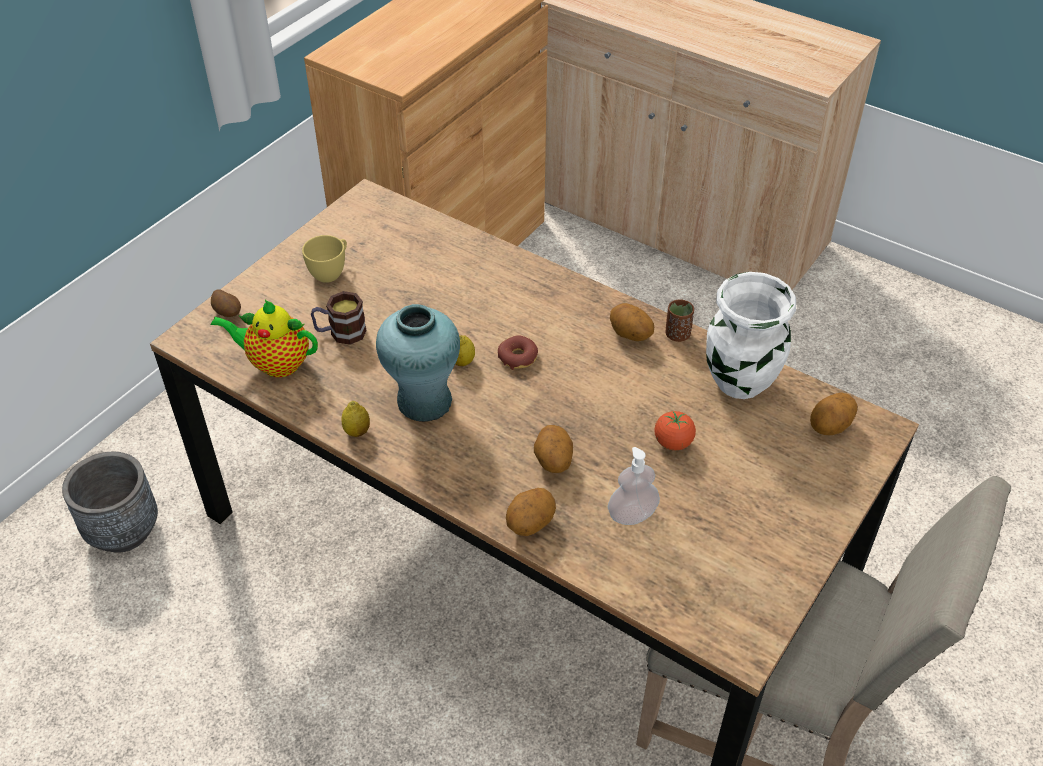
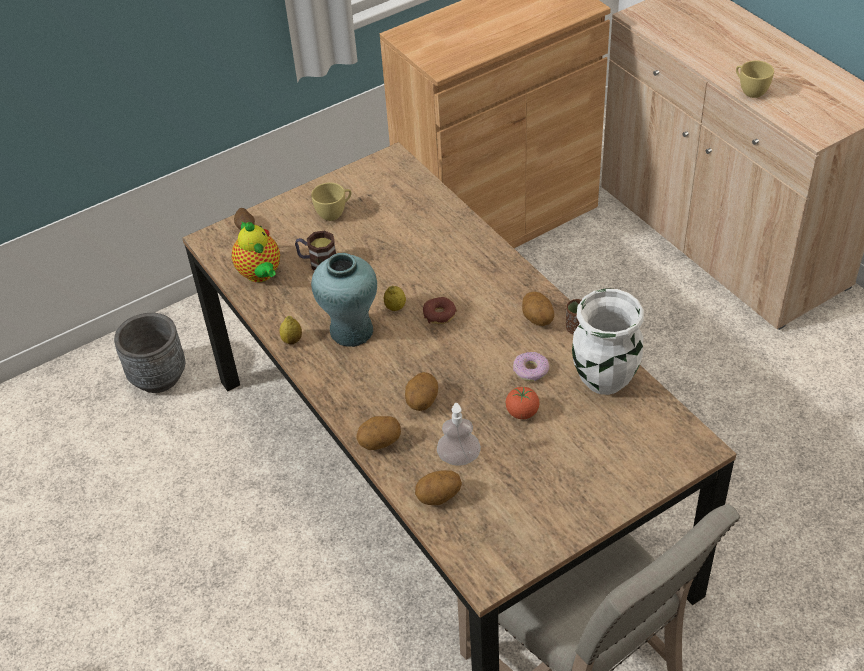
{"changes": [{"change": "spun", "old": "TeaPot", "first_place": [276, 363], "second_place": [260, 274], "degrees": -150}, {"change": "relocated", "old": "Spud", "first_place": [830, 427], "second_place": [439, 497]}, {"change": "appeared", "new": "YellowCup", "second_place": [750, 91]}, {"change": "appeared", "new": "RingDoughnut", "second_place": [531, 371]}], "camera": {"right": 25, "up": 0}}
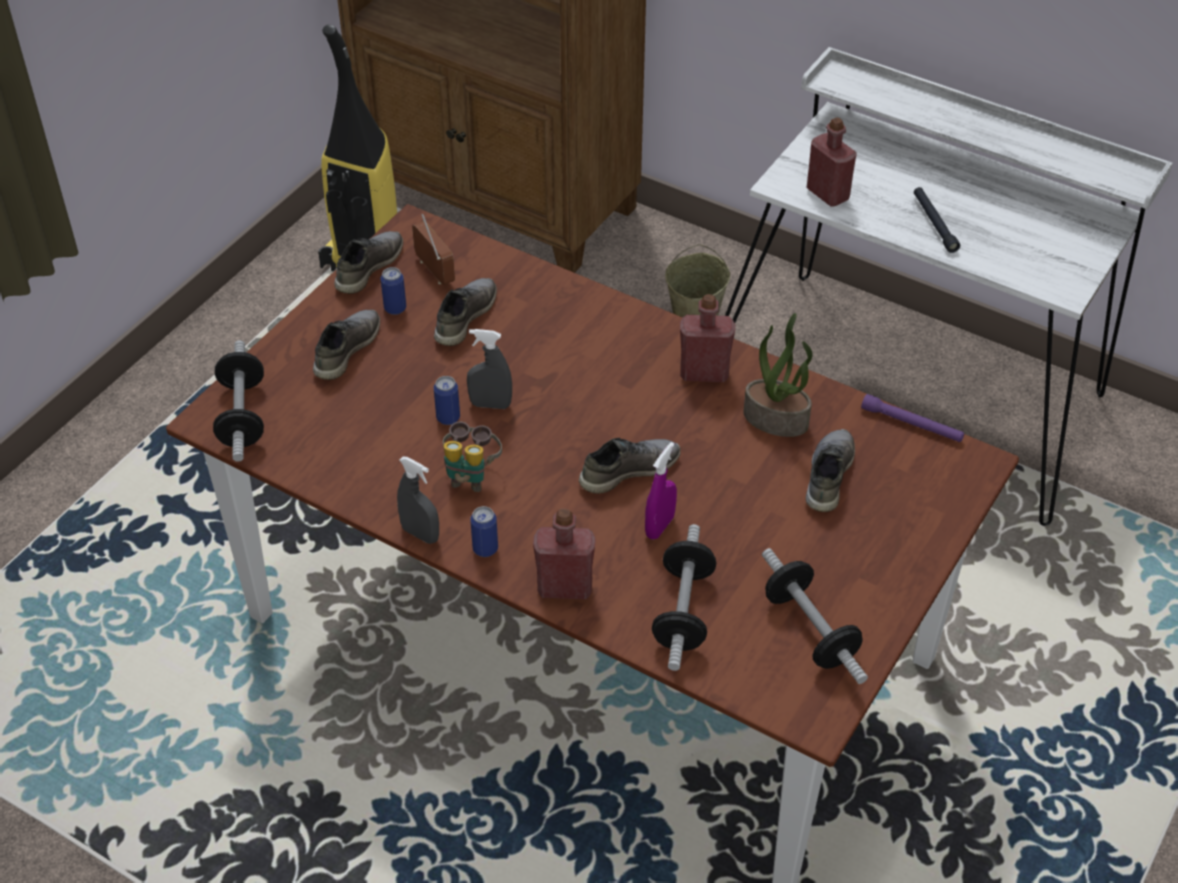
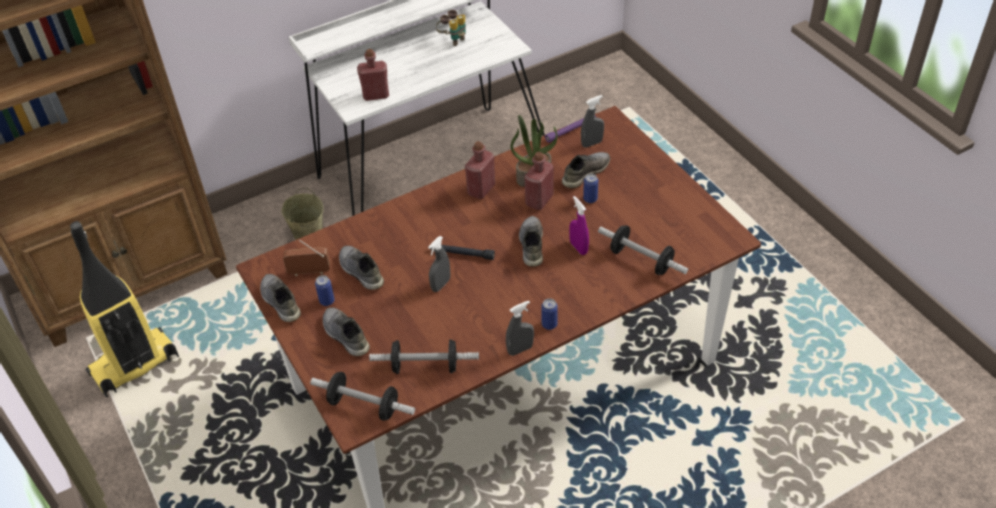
{"changes": [{"change": "relocated", "old": "BlackishTorch", "first_place": [934, 223], "second_place": [462, 254]}, {"change": "relocated", "old": "SealedCan", "first_place": [448, 418], "second_place": [590, 199]}, {"change": "relocated", "old": "Binoculars", "first_place": [471, 475], "second_place": [453, 39]}, {"change": "spun", "old": "GreyLowShoe", "first_place": [827, 476], "second_place": [585, 173], "degrees": 90}, {"change": "relocated", "old": "RedDrinkBottle", "first_place": [565, 587], "second_place": [539, 200]}, {"change": "relocated", "old": "HandWeight", "first_place": [810, 630], "second_place": [425, 366]}, {"change": "appeared", "new": "GreySprayer", "second_place": [592, 143]}], "camera": {"right": -60, "up": 0}}
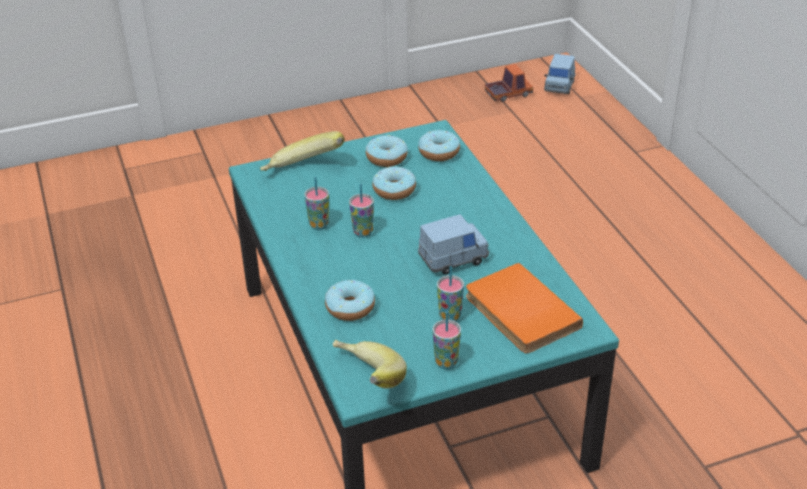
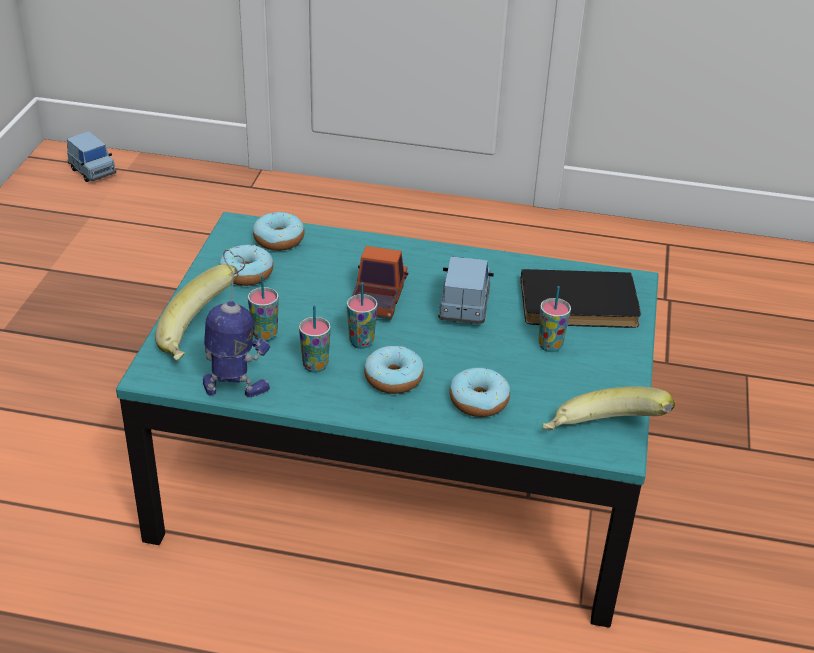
{"changes": [{"change": "relocated", "old": "ToyTruck", "first_place": [508, 94], "second_place": [378, 299]}, {"change": "relocated", "old": "RingDoughnut", "first_place": [394, 190], "second_place": [393, 378]}, {"change": "colour", "old": "OrangeVolume", "new": "BlackishVolume", "first_place": [518, 312], "second_place": [579, 305]}, {"change": "relocated", "old": "Cup", "first_place": [446, 363], "second_place": [265, 335]}, {"change": "appeared", "new": "ModelRobot", "second_place": [235, 388]}], "camera": {"right": -60, "up": 0}}
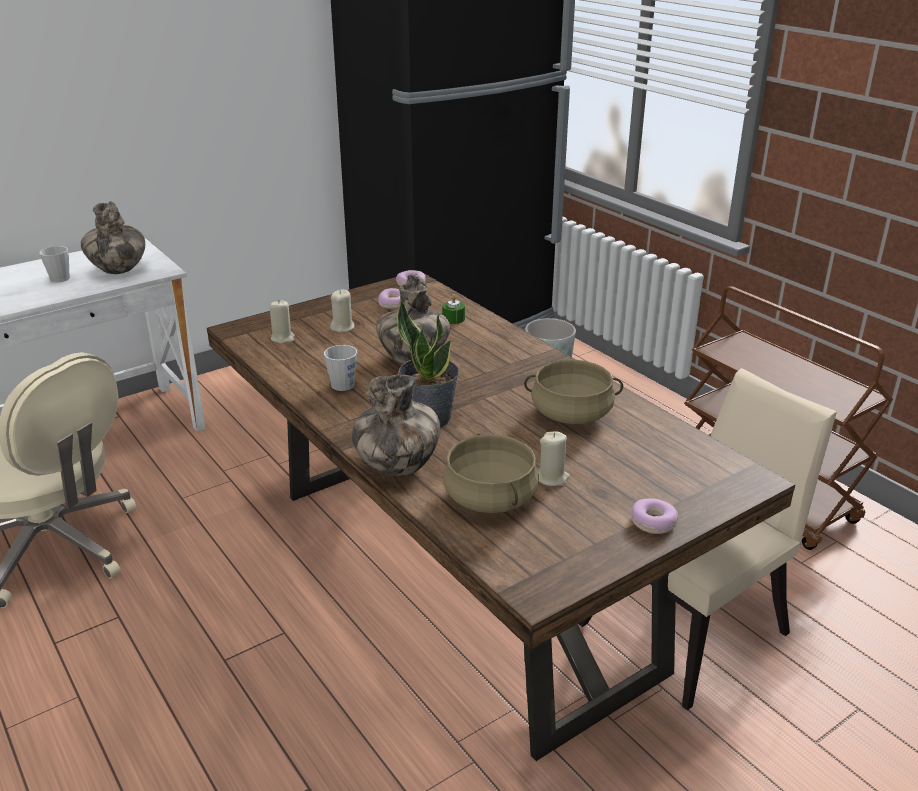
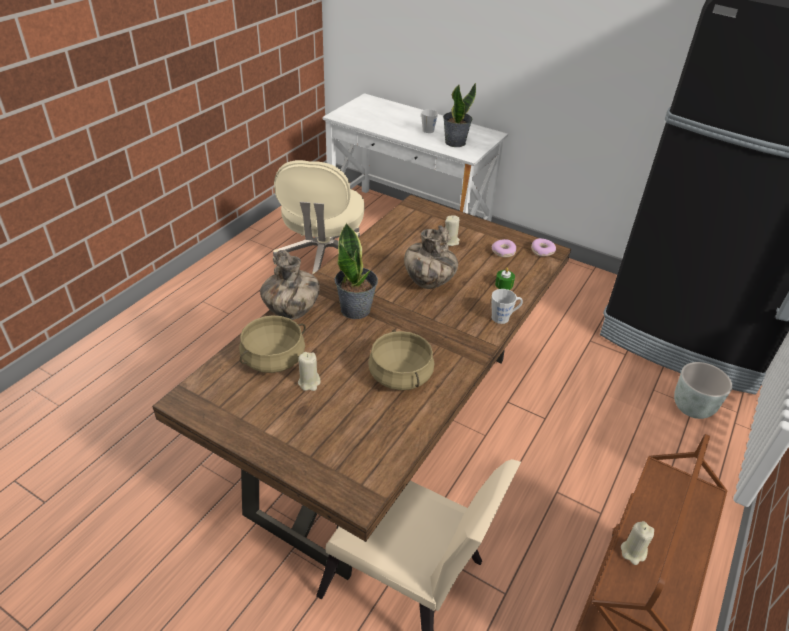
{"changes": [{"change": "exchanged", "old": "FlowerVase", "new": "PottedPlant", "first_place": [118, 270], "second_place": [454, 142]}, {"change": "relocated", "old": "SandColouredCandle", "first_place": [283, 338], "second_place": [633, 552]}, {"change": "relocated", "old": "GreyCoffeeMug", "first_place": [344, 382], "second_place": [504, 317]}, {"change": "missing", "old": "RingDoughnut", "first_place": [653, 523]}], "camera": {"right": 65, "up": 10}}
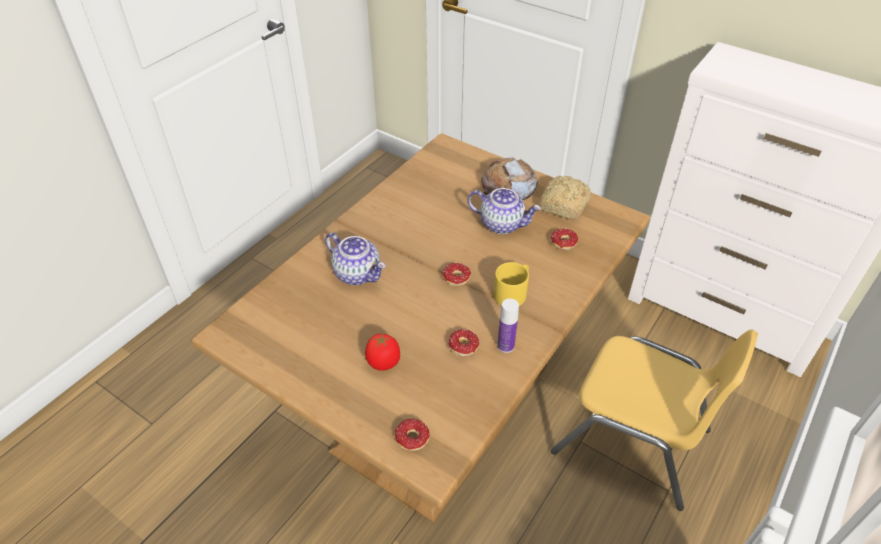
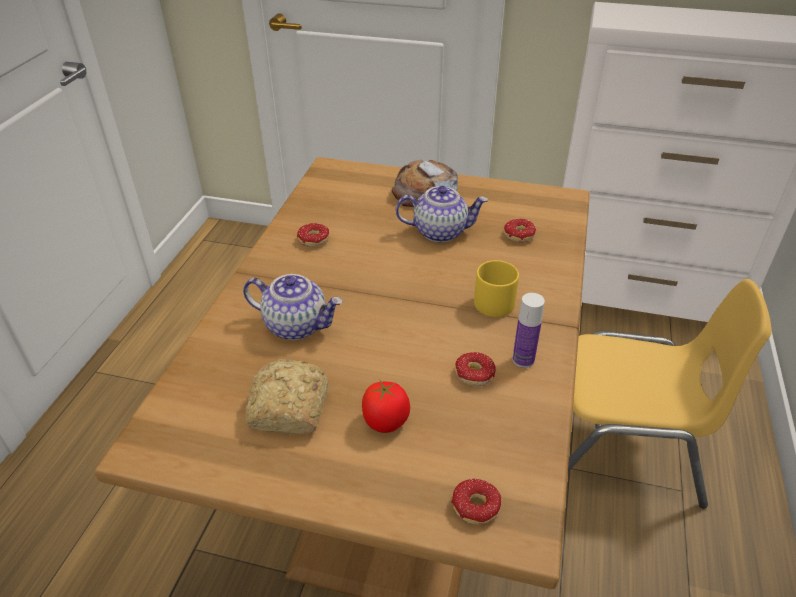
{"changes": [{"change": "relocated", "old": "BakeryBread", "first_place": [563, 206], "second_place": [288, 410]}, {"change": "relocated", "old": "RingDoughnut", "first_place": [455, 282], "second_place": [314, 243]}], "camera": {"right": -20, "up": -5}}
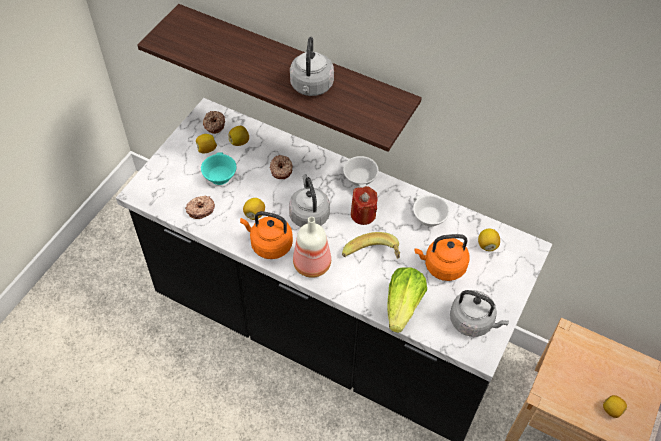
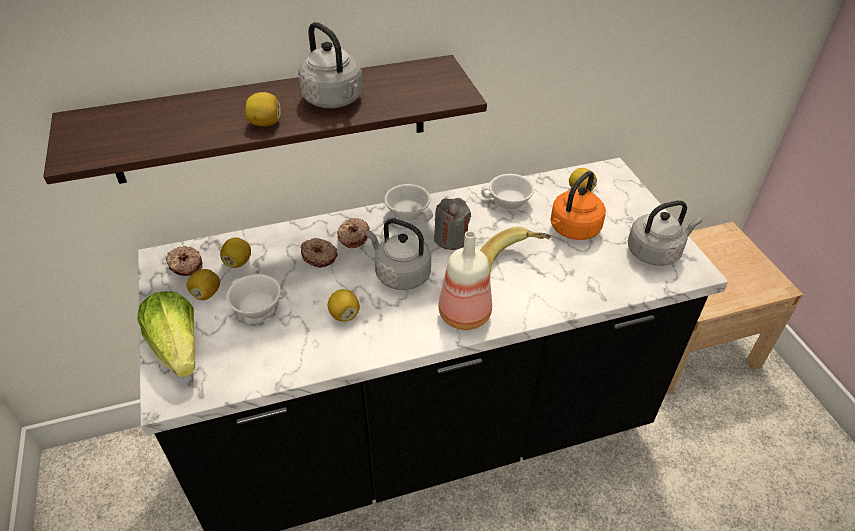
{"changes": [{"change": "colour", "old": "TurquoiseColouredCup", "new": "WhitishCup", "first_place": [218, 176], "second_place": [254, 308]}, {"change": "colour", "old": "RedCandle", "new": "GreyCandle", "first_place": [363, 214], "second_place": [451, 239]}, {"change": "relocated", "old": "RingDoughnut", "first_place": [200, 209], "second_place": [353, 237]}, {"change": "missing", "old": "OrangeTeaKettle", "first_place": [269, 244]}, {"change": "relocated", "old": "Lettuce", "first_place": [403, 306], "second_place": [178, 348]}, {"change": "relocated", "old": "Lemon", "first_place": [612, 410], "second_place": [265, 123]}], "camera": {"right": -45, "up": -10}}
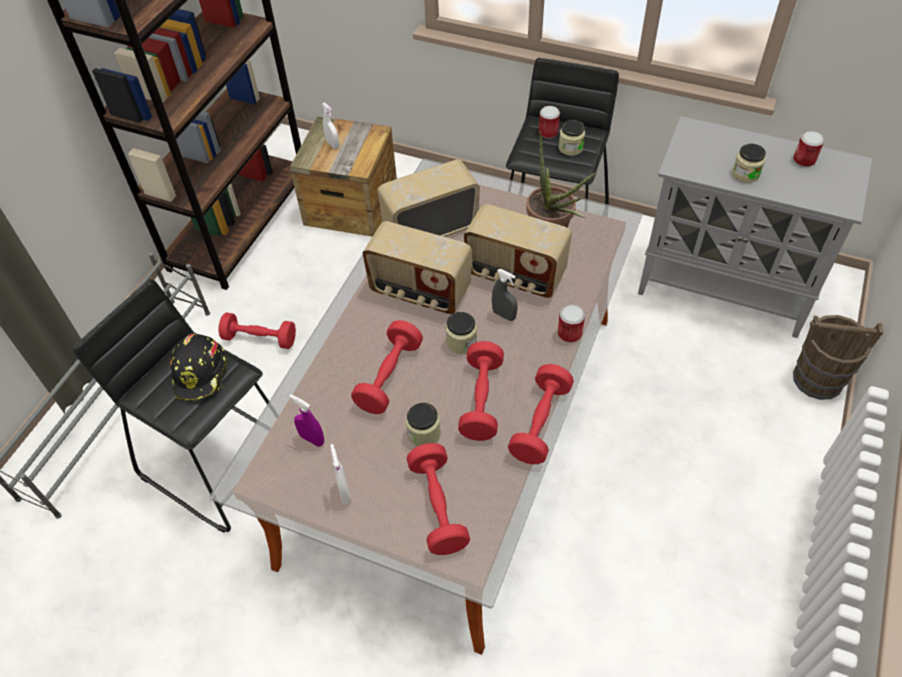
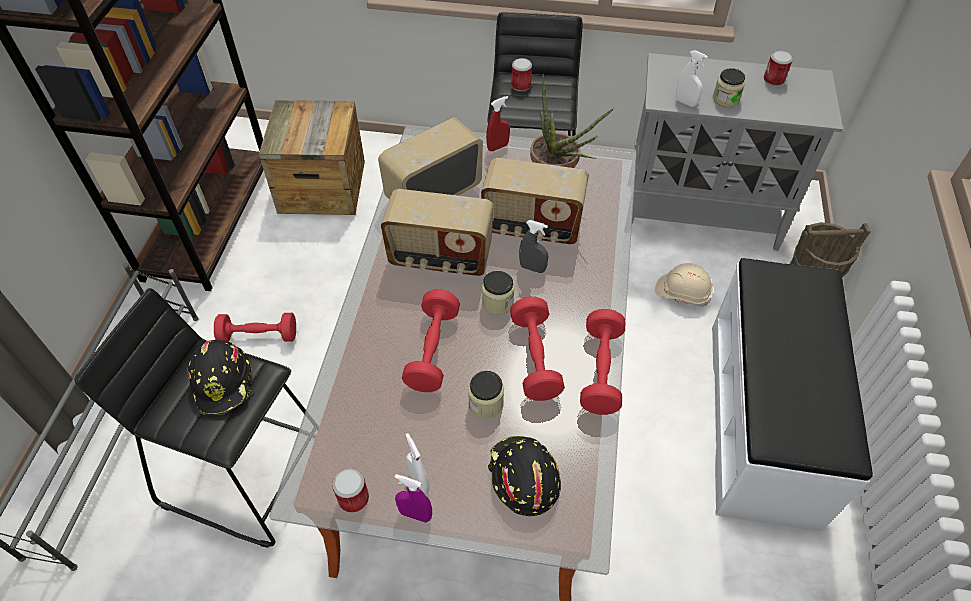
{"changes": [{"change": "relocated", "old": "WhitishSprayer", "first_place": [333, 144], "second_place": [685, 102]}, {"change": "missing", "old": "PreserveJar", "first_place": [570, 148]}, {"change": "relocated", "old": "SealedCan", "first_place": [569, 333], "second_place": [353, 498]}, {"change": "relocated", "old": "PurpleColouredSprayer", "first_place": [312, 439], "second_place": [415, 514]}, {"change": "exchanged", "old": "RedHandWeight", "new": "BlackishWorkHelmet", "first_place": [438, 507], "second_place": [522, 478]}, {"change": "appeared", "new": "RedSprayer", "second_place": [498, 147]}, {"change": "appeared", "new": "WhitishIndoorBench", "second_place": [763, 420]}, {"change": "appeared", "new": "SandColouredWorkHelmet", "second_place": [682, 293]}], "camera": {"right": -15, "up": 0}}
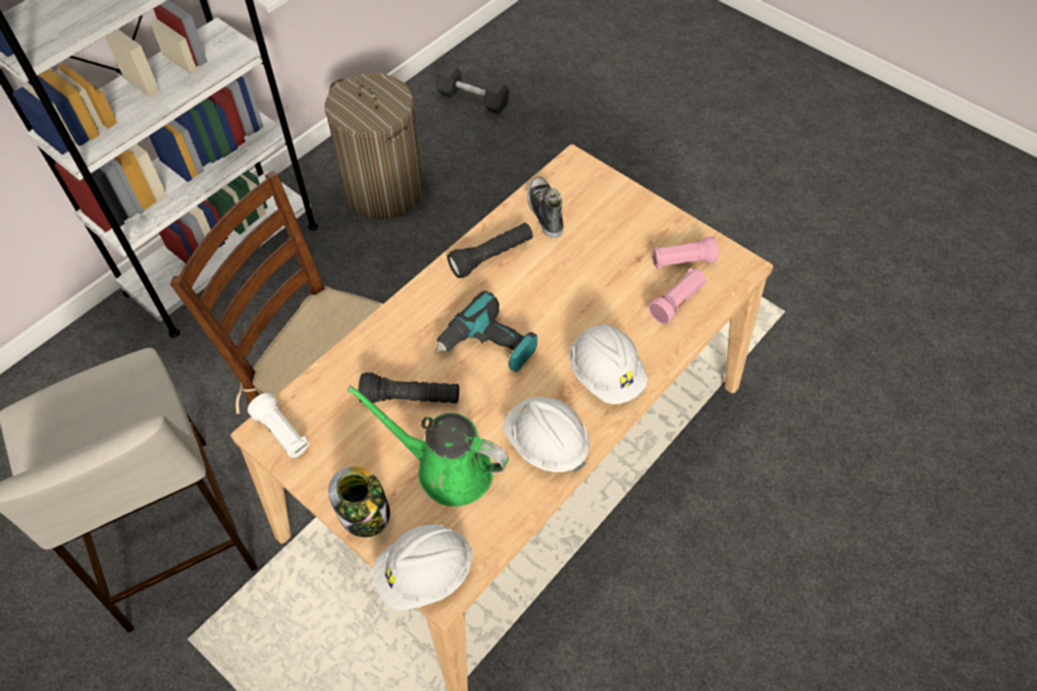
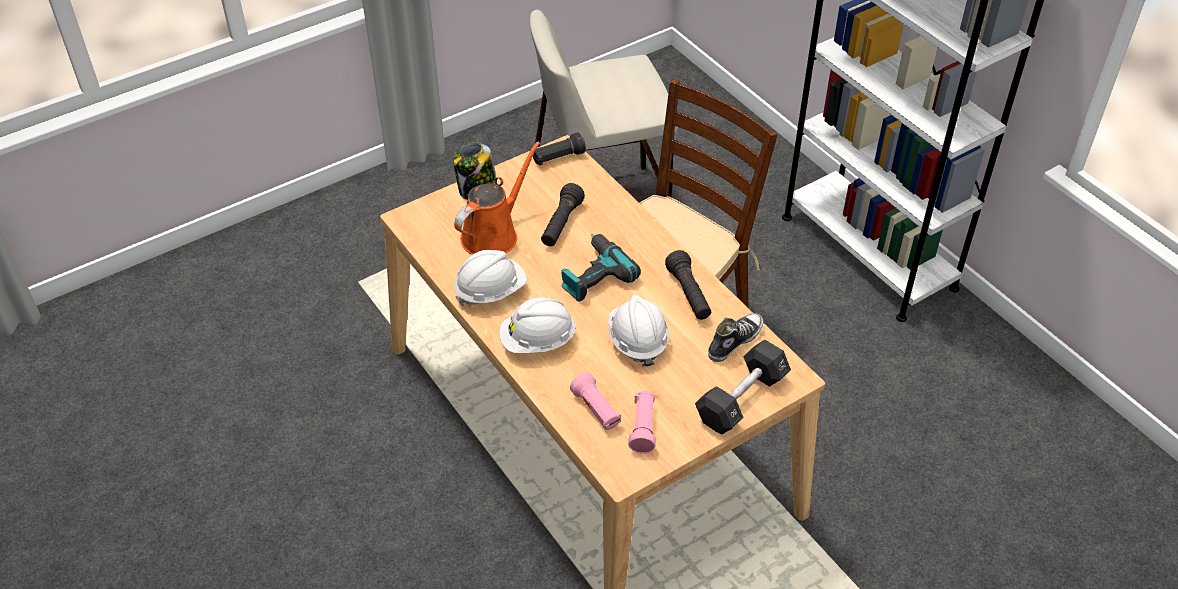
{"changes": [{"change": "relocated", "old": "BlackishHandWeight", "first_place": [473, 99], "second_place": [741, 399]}, {"change": "missing", "old": "WashingBasket", "first_place": [384, 190]}, {"change": "spun", "old": "LowShoe", "first_place": [544, 212], "second_place": [734, 341], "degrees": -45}, {"change": "colour", "old": "GreenWateringPot", "new": "OrangeWateringPot", "first_place": [447, 469], "second_place": [493, 234]}, {"change": "colour", "old": "WhitishTorch", "new": "BlackishTorch", "first_place": [282, 433], "second_place": [558, 158]}, {"change": "relocated", "old": "WhitishWorkHelmet", "first_place": [425, 574], "second_place": [637, 341]}], "camera": {"right": 105, "up": -10}}
